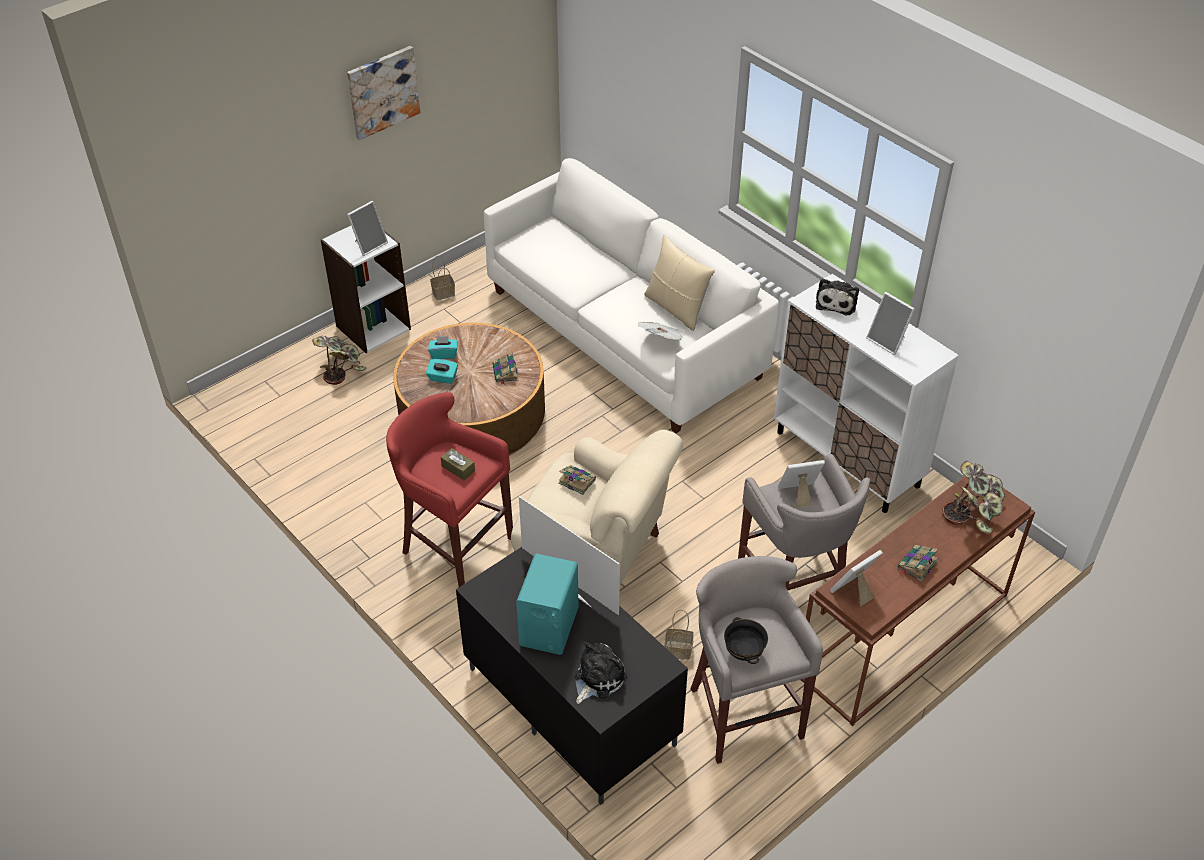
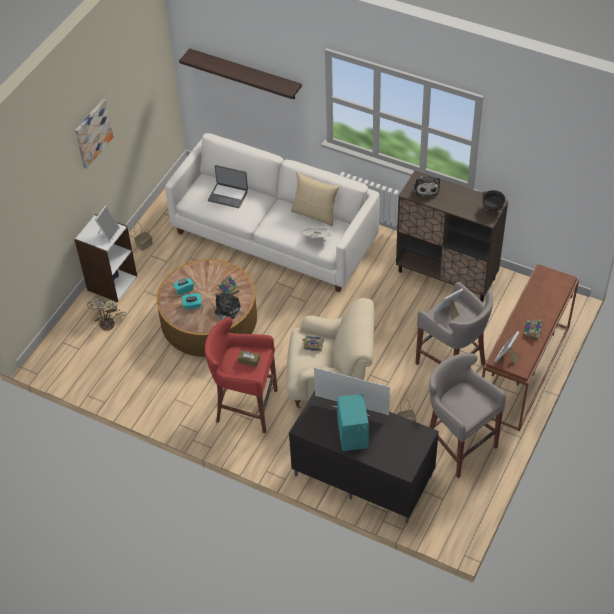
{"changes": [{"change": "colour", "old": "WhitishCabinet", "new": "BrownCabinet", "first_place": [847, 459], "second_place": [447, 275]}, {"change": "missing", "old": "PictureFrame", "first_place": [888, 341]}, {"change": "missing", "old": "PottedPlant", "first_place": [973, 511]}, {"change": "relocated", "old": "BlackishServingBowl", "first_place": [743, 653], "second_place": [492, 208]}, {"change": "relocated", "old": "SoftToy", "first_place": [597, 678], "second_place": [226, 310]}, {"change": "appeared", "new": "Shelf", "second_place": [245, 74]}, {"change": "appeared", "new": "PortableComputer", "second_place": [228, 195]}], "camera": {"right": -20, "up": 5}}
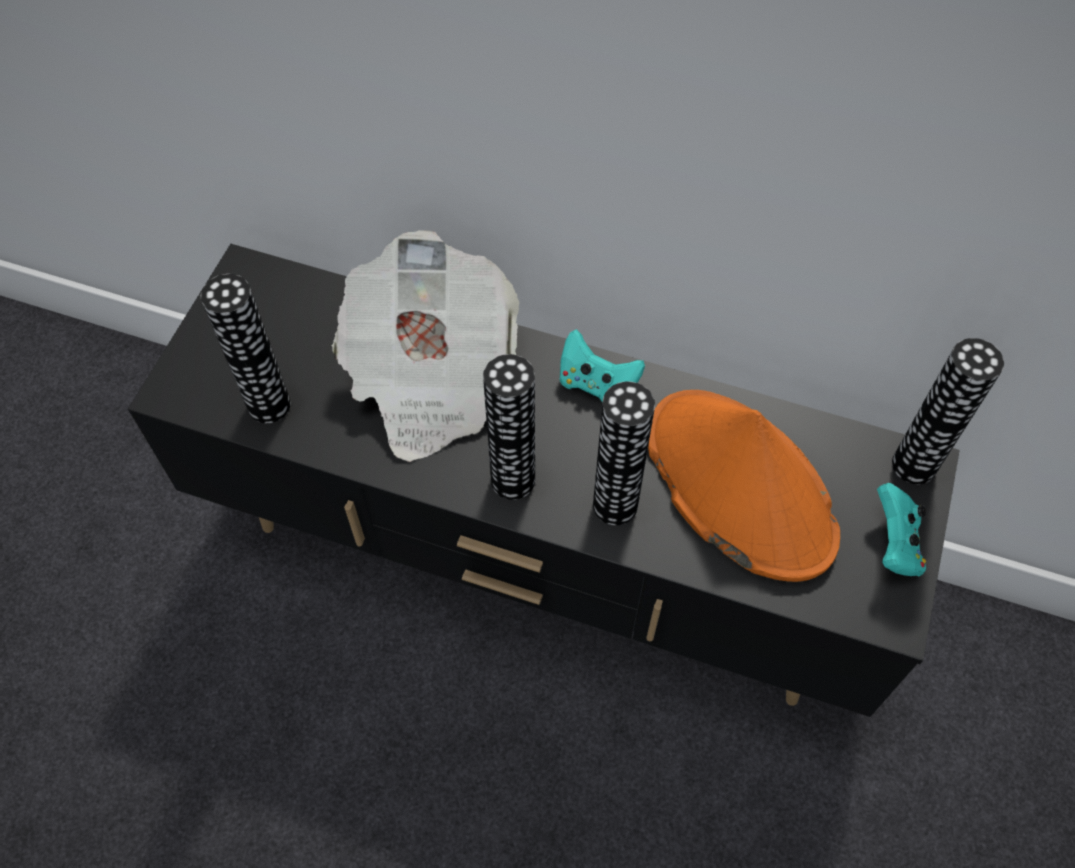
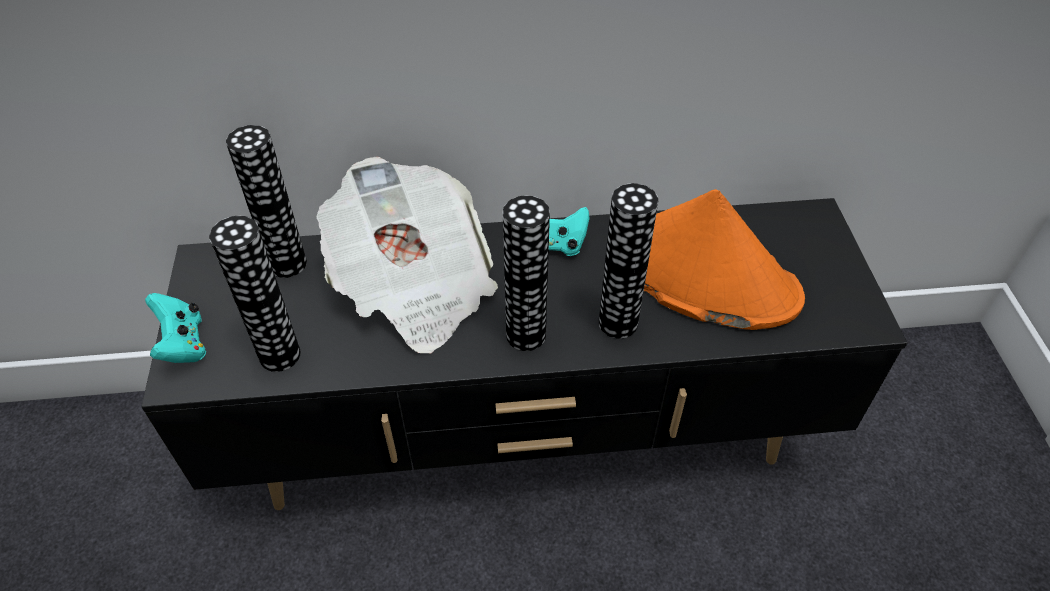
{"changes": [{"change": "relocated", "old": "FlowerVase", "first_place": [914, 465], "second_place": [287, 264]}, {"change": "relocated", "old": "TurquoiseColouredGameController", "first_place": [894, 544], "second_place": [183, 344]}], "camera": {"right": -25, "up": -10}}
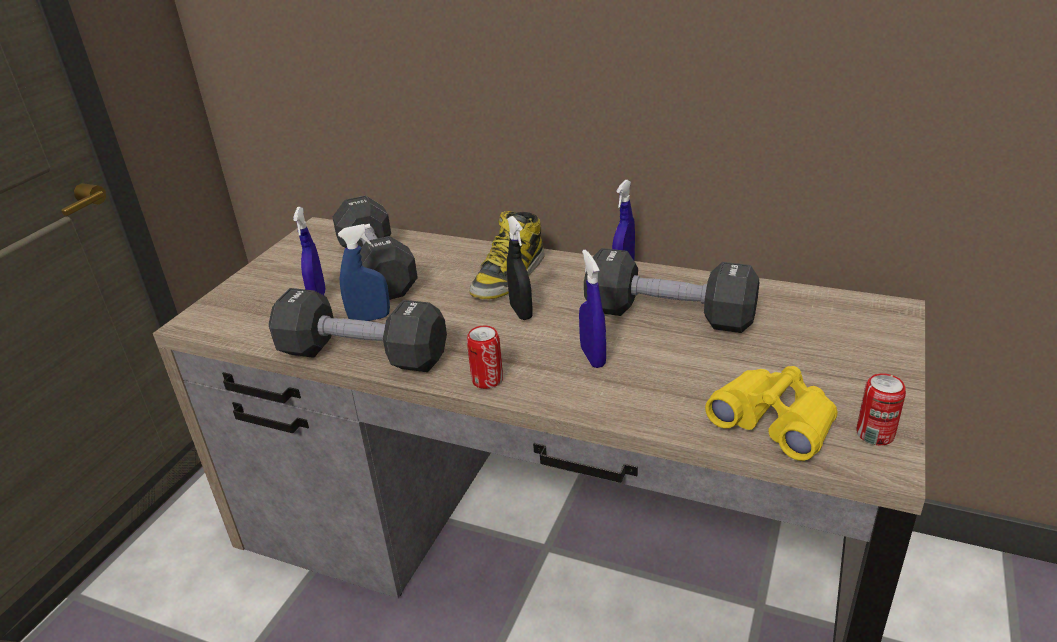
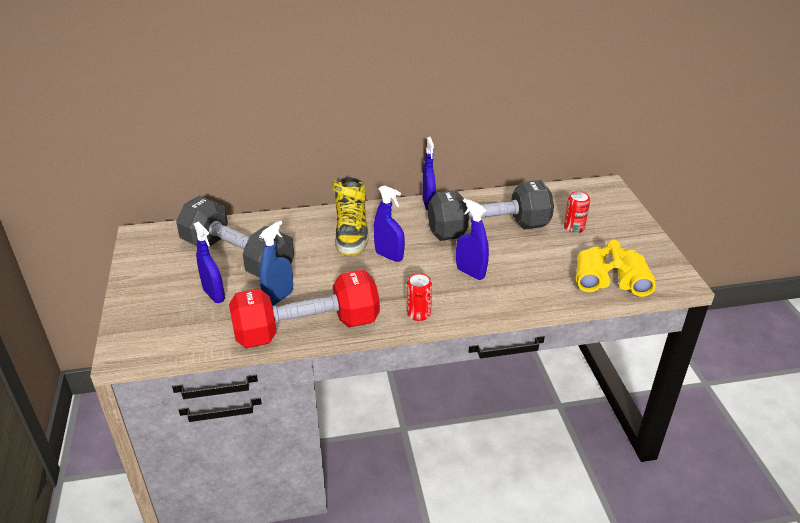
{"changes": [{"change": "colour", "old": "BlackishSprayer", "new": "BluishSprayer", "first_place": [521, 312], "second_place": [389, 256]}, {"change": "colour", "old": "BlackishHandWeight", "new": "RedHandWeight", "first_place": [363, 355], "second_place": [307, 328]}, {"change": "relocated", "old": "SealedCan", "first_place": [875, 434], "second_place": [574, 227]}], "camera": {"right": -35, "up": 5}}
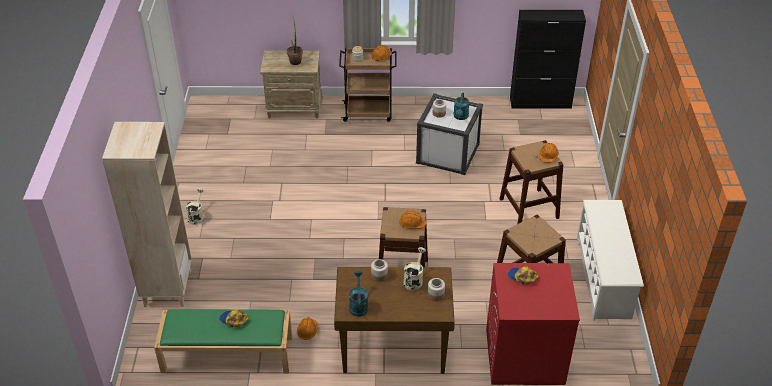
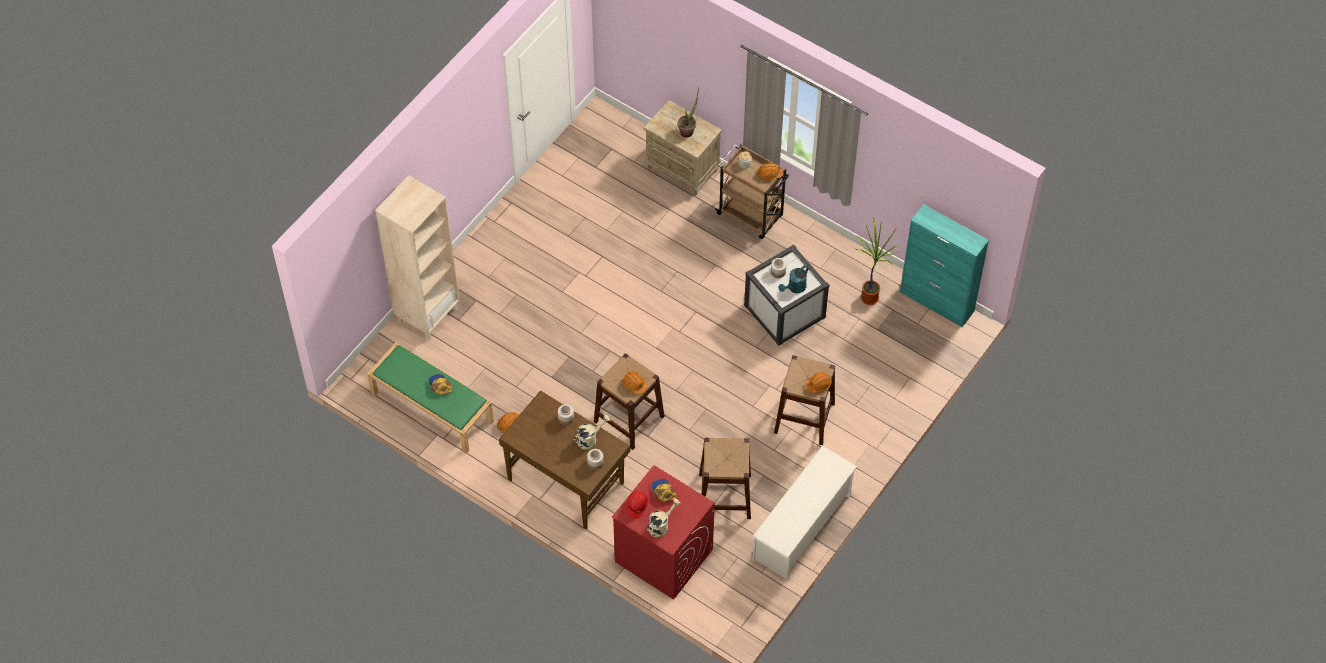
{"changes": [{"change": "colour", "old": "BlackishCabinet", "new": "TurquoiseColouredCabinet", "first_place": [540, 102], "second_place": [937, 302]}, {"change": "relocated", "old": "SandColouredWateringPot", "first_place": [196, 216], "second_place": [661, 525]}, {"change": "missing", "old": "TurquoiseColouredWateringPot", "first_place": [358, 305]}, {"change": "appeared", "new": "PottedPlant", "second_place": [870, 297]}, {"change": "appeared", "new": "RedWorkHelmet", "second_place": [636, 506]}], "camera": {"right": 35, "up": 15}}
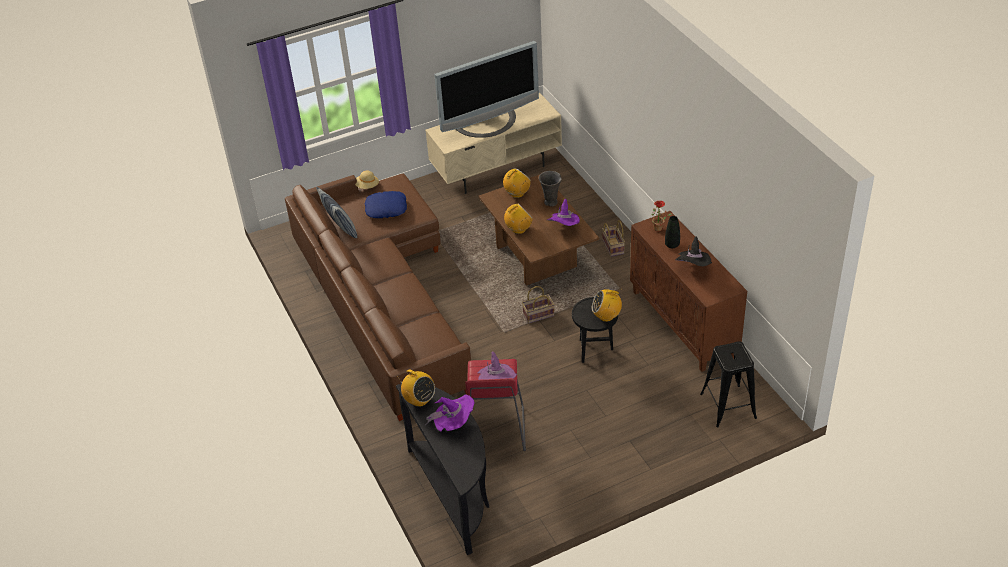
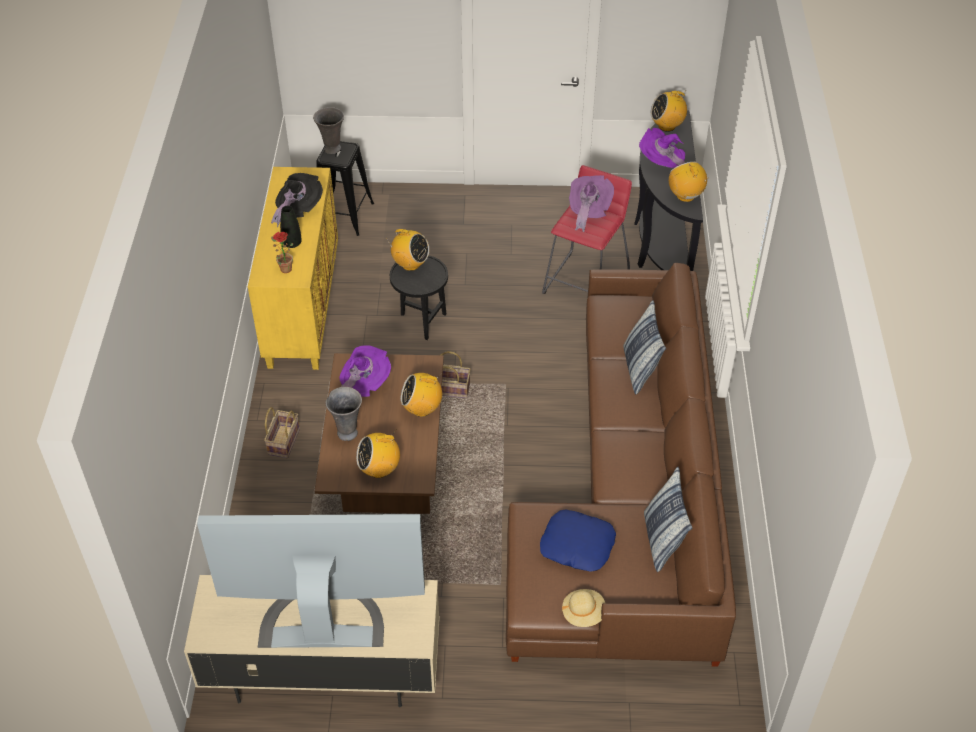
{"changes": [{"change": "colour", "old": "BrownCabinet", "new": "YellowCabinet", "first_place": [684, 324], "second_place": [302, 308]}, {"change": "appeared", "new": "RadioReceiver", "second_place": [667, 126]}, {"change": "appeared", "new": "GreyFlowerVase", "second_place": [332, 149]}, {"change": "appeared", "new": "Pillow", "second_place": [640, 369]}], "camera": {"right": -155, "up": 5}}
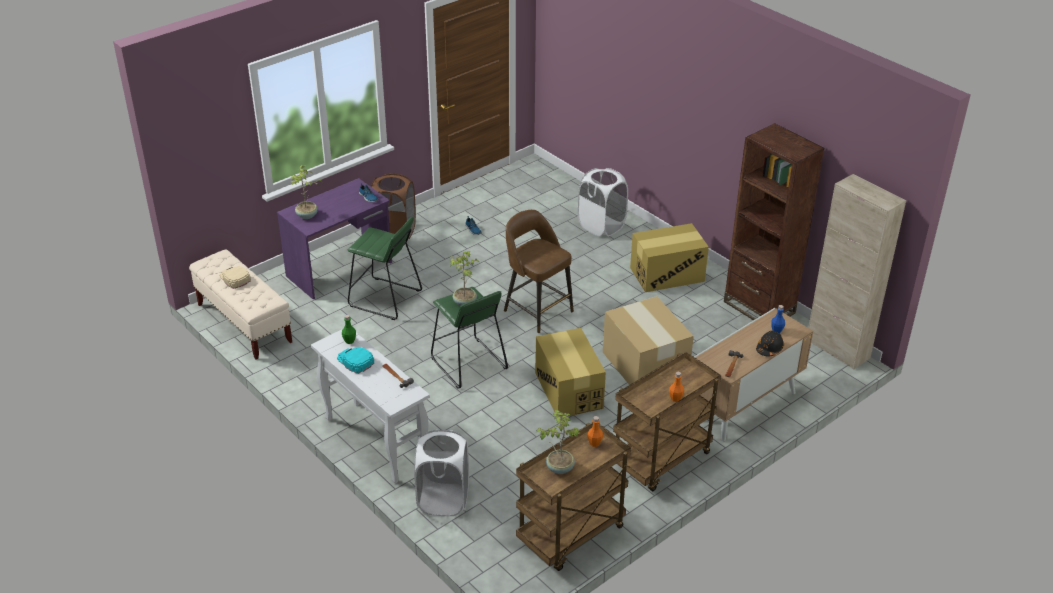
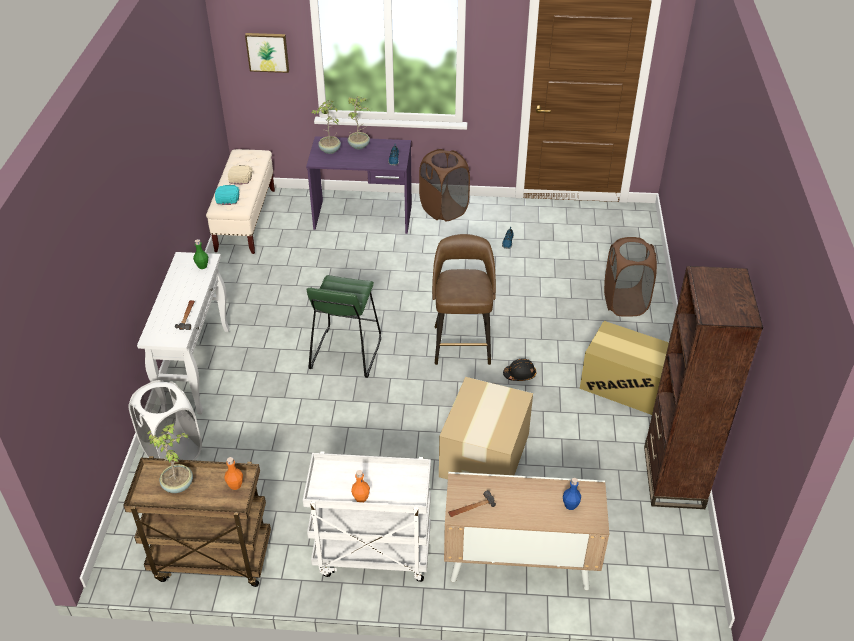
{"changes": [{"change": "colour", "old": "WhitishWashingBasket", "new": "BrownWashingBasket", "first_place": [601, 226], "second_place": [625, 302]}, {"change": "missing", "old": "SandColouredCabinet", "first_place": [837, 349]}, {"change": "missing", "old": "GreenStoolSeat", "first_place": [385, 299]}, {"change": "relocated", "old": "PottedPlant", "first_place": [465, 302], "second_place": [359, 146]}, {"change": "missing", "old": "CardboardBox", "first_place": [568, 390]}, {"change": "relocated", "old": "BlackishWorkHelmet", "first_place": [769, 348], "second_place": [520, 374]}, {"change": "relocated", "old": "TurquoiseColouredCap", "first_place": [355, 361], "second_place": [227, 196]}, {"change": "colour", "old": "BrownWheeledCart", "new": "WhitishWheeledCart", "first_place": [661, 461], "second_place": [371, 555]}, {"change": "appeared", "new": "Picture", "second_place": [267, 51]}], "camera": {"right": 45, "up": 5}}
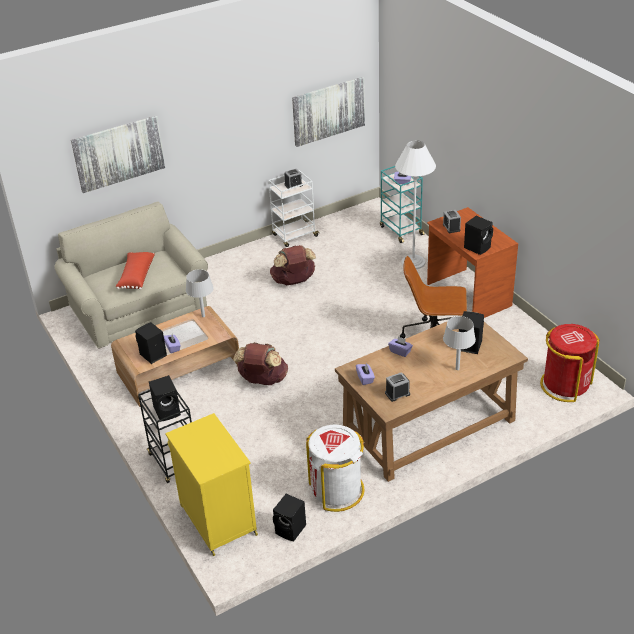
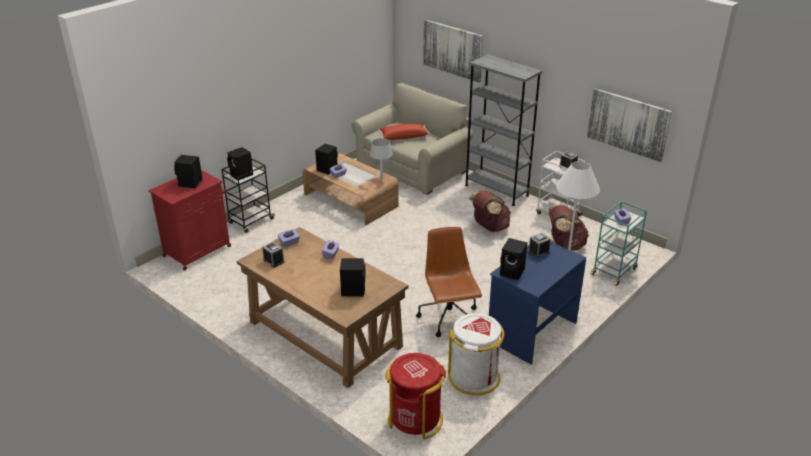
{"changes": [{"change": "colour", "old": "BrownDesk", "new": "BluishDesk", "first_place": [467, 295], "second_place": [531, 331]}, {"change": "missing", "old": "GreyTableLamp", "first_place": [457, 369]}, {"change": "relocated", "old": "BrownBackpack", "first_place": [263, 380], "second_place": [565, 245]}, {"change": "colour", "old": "YellowCabinet", "new": "RedCabinet", "first_place": [217, 519], "second_place": [198, 251]}, {"change": "relocated", "old": "WhitishWasteBin", "first_place": [337, 490], "second_place": [474, 377]}, {"change": "relocated", "old": "BlackishSpeaker", "first_place": [291, 530], "second_place": [190, 183]}, {"change": "appeared", "new": "GreyShelvingUnit", "second_place": [496, 190]}], "camera": {"right": 70, "up": -5}}
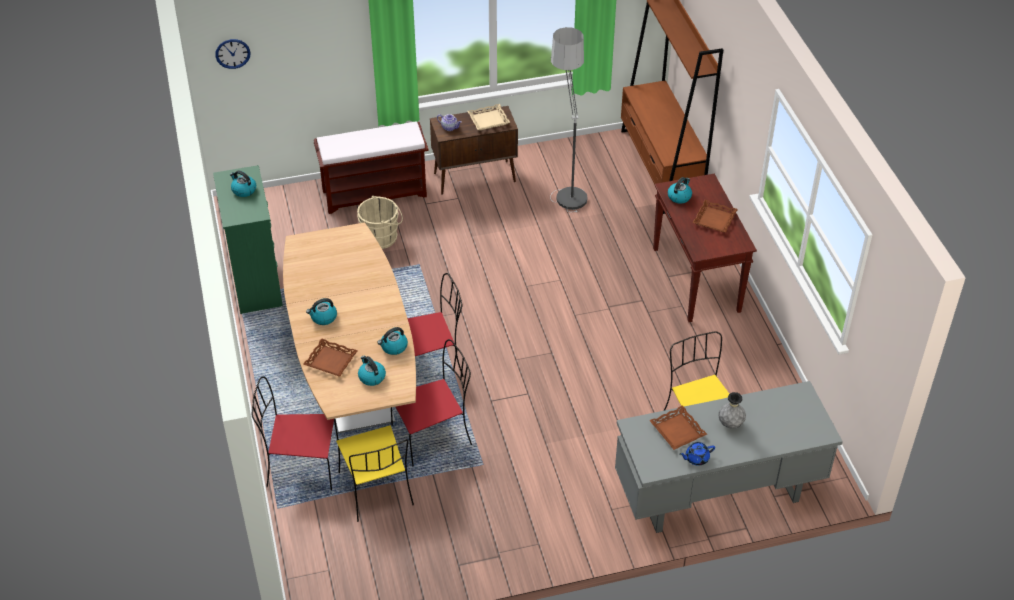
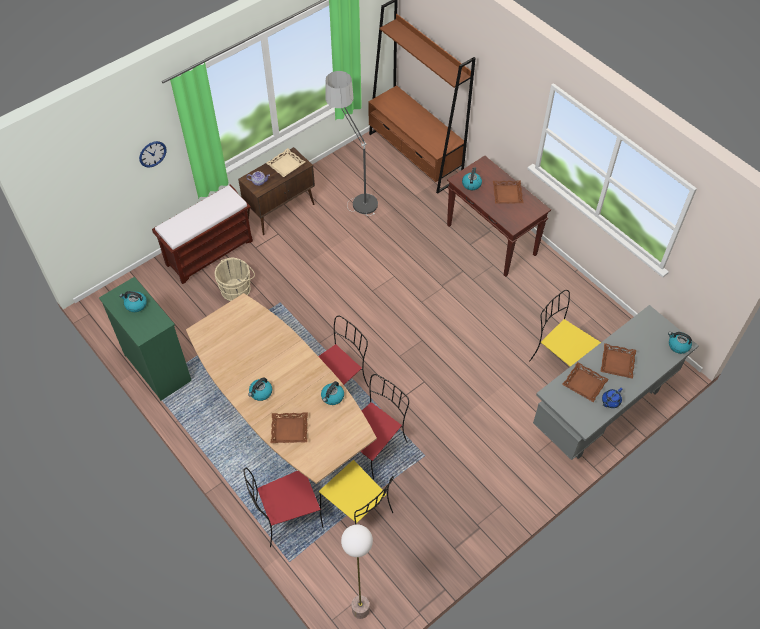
{"changes": [{"change": "relocated", "old": "ClockOnTheWall", "first_place": [232, 53], "second_place": [152, 154]}, {"change": "relocated", "old": "TeaKettle", "first_place": [371, 377], "second_place": [678, 345]}, {"change": "exchanged", "old": "GreyFlowerVase", "new": "BrownTray", "first_place": [730, 424], "second_place": [617, 363]}, {"change": "appeared", "new": "StandingLamp", "second_place": [360, 610]}], "camera": {"right": -25, "up": 10}}
